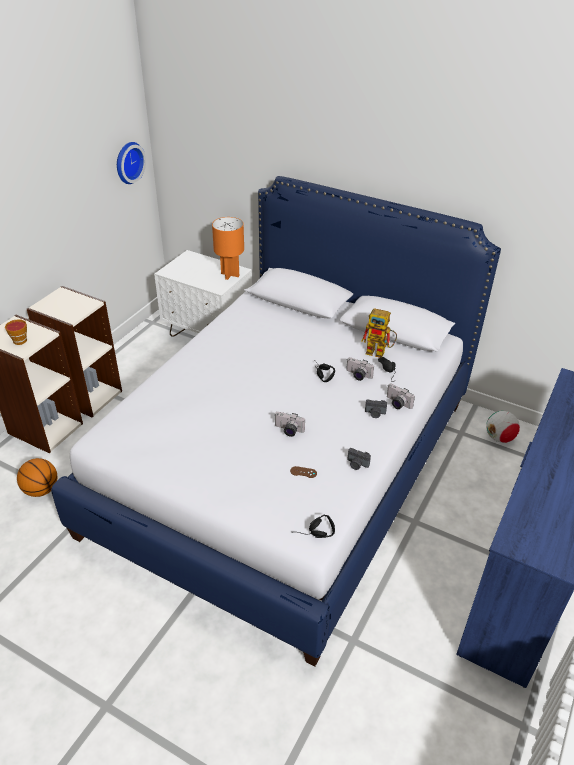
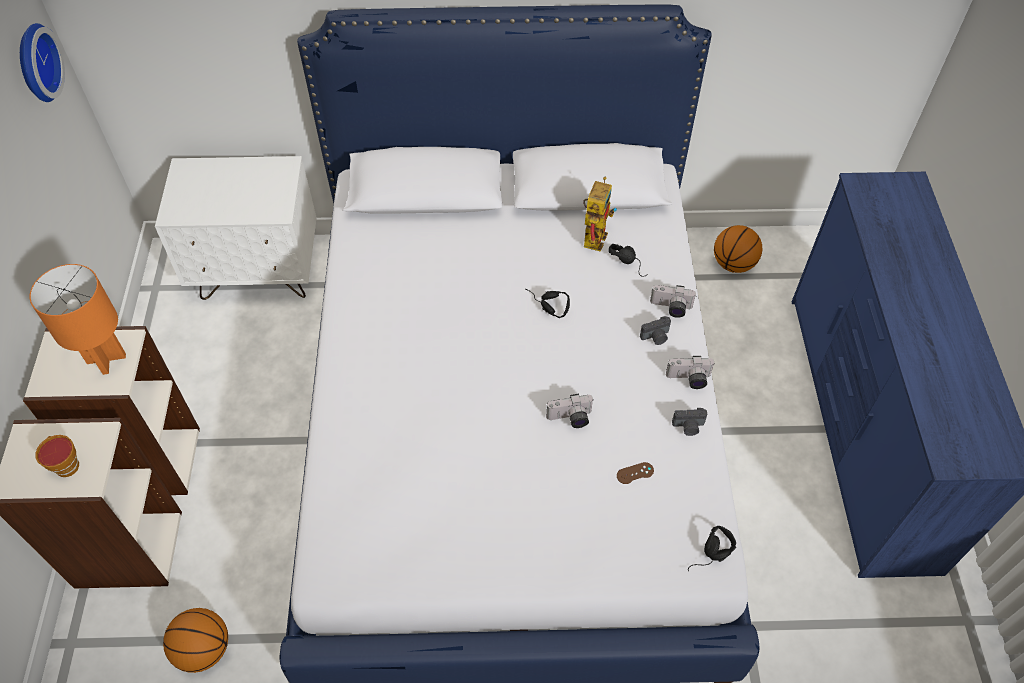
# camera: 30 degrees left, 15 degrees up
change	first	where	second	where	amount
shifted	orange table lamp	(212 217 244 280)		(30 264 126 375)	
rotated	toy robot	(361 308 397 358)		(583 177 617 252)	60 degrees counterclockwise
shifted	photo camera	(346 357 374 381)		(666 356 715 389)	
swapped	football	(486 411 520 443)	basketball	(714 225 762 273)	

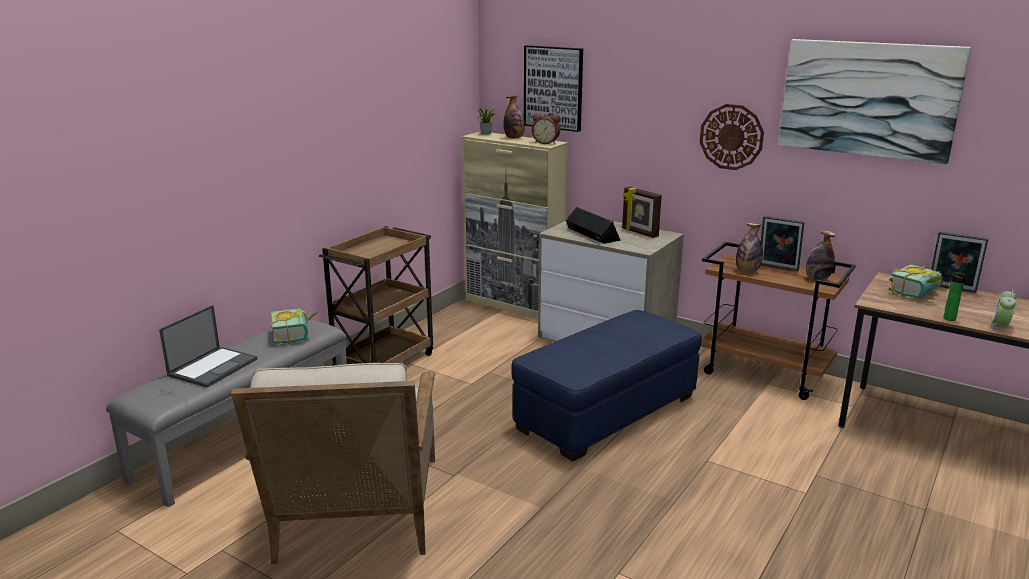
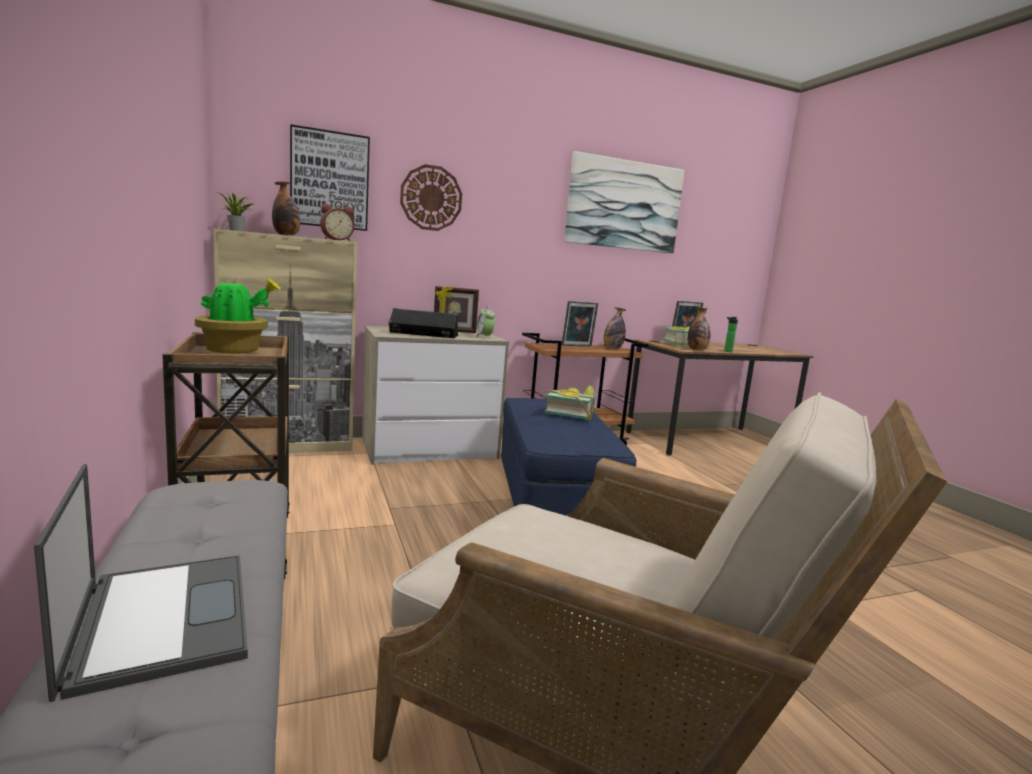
# camera: 55 degrees left, 10 degrees down
change	first	where	second	where	amount
shifted	wall clock	(700 104 764 170)		(400 164 462 231)	
shifted	bottle	(736 223 763 273)		(688 308 710 350)	
shifted	alarm clock	(991 289 1017 330)		(476 306 495 339)	
shifted	book	(271 308 317 345)		(545 386 595 421)	
new			potted plant	(195 276 281 354)	

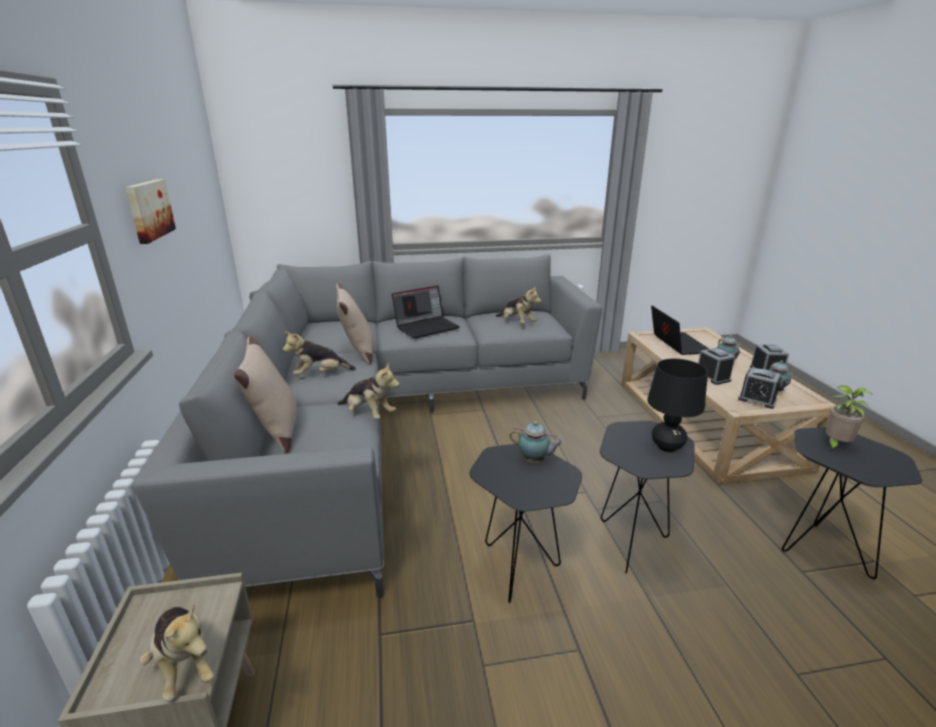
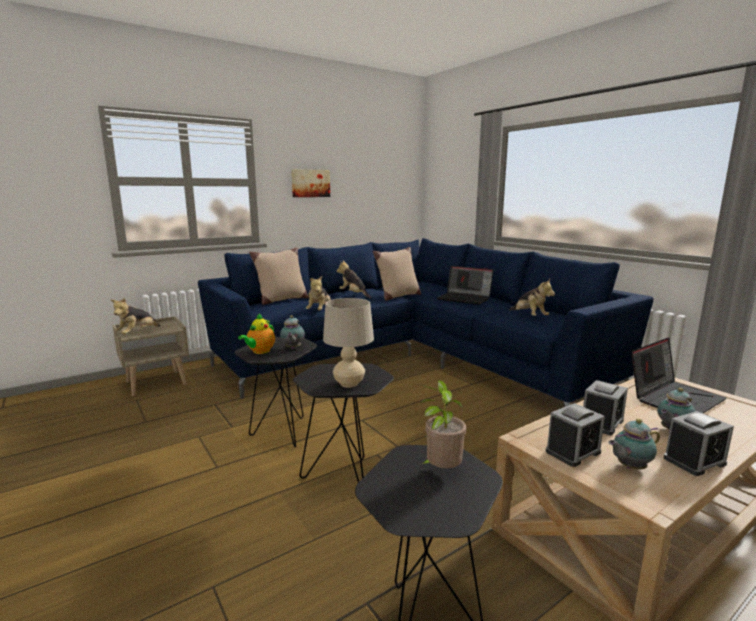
# camera: 65 degrees right, 10 degrees down
change	first	where	second	where	amount
repainted	grey sofa	(132 254 602 598)	blue sofa	(198 238 654 407)	
rotated	plush toy	(496 287 541 324)		(509 279 555 316)	45 degrees counterclockwise
repainted	black table lamp	(647 359 708 452)	beige table lamp	(323 298 374 388)	
rotated	alarm clock	(738 367 782 409)		(545 403 605 467)	135 degrees counterclockwise
new			teapot	(238 313 275 354)	

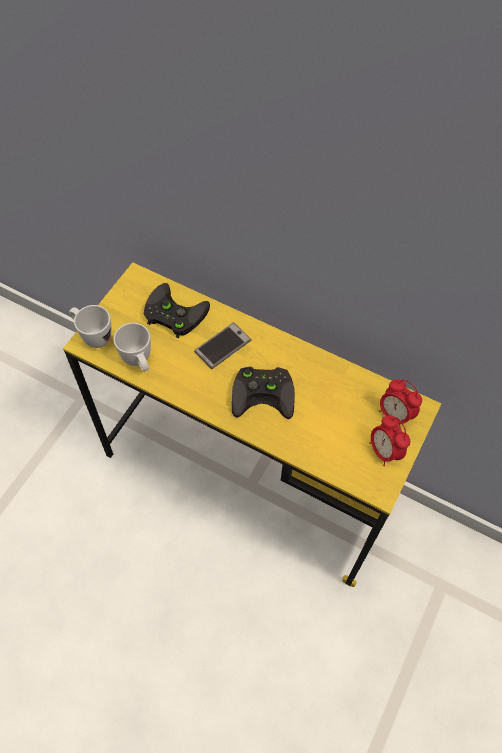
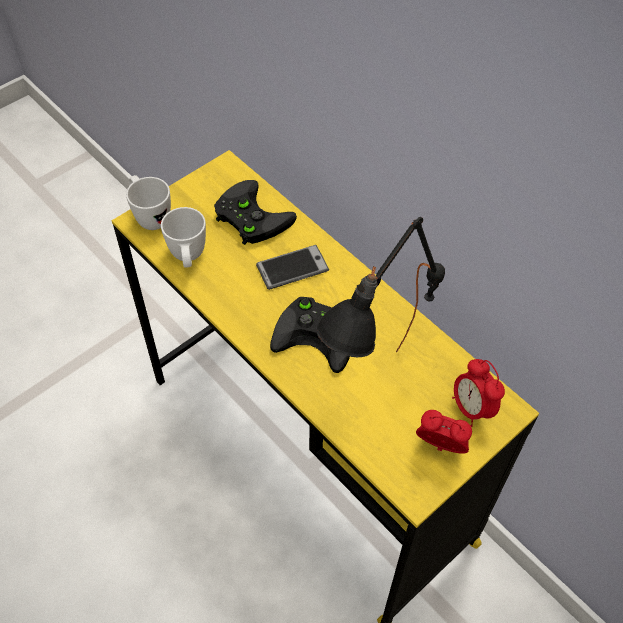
# camera: 20 degrees right, 5 degrees down
change	first	where	second	where	amount
rotated	alarm clock	(369 415 410 466)		(416 410 472 454)	120 degrees clockwise
new			black table lamp	(316 217 445 357)	

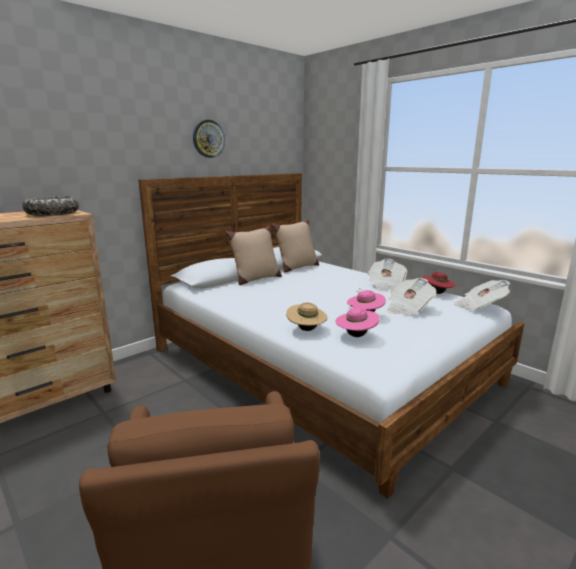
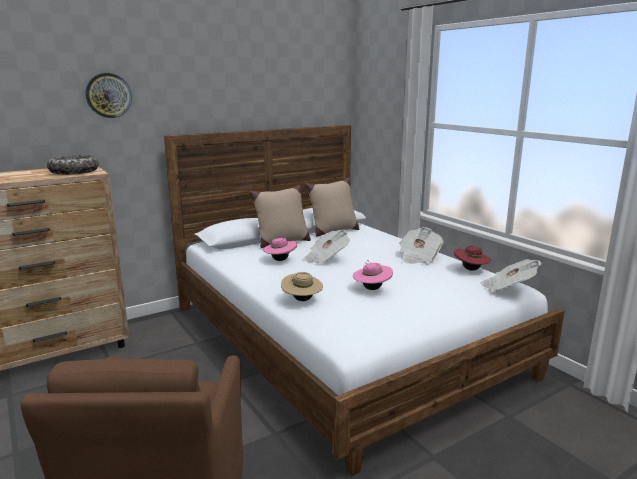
# camera: 10 degrees right, 0 degrees up
change	first	where	second	where	amount
shifted	wall clock	(193 120 225 158)		(85 73 132 118)	
shifted	newspaper	(387 278 437 315)		(303 230 350 263)	
shifted	pink hat	(335 305 379 337)		(263 236 297 261)	

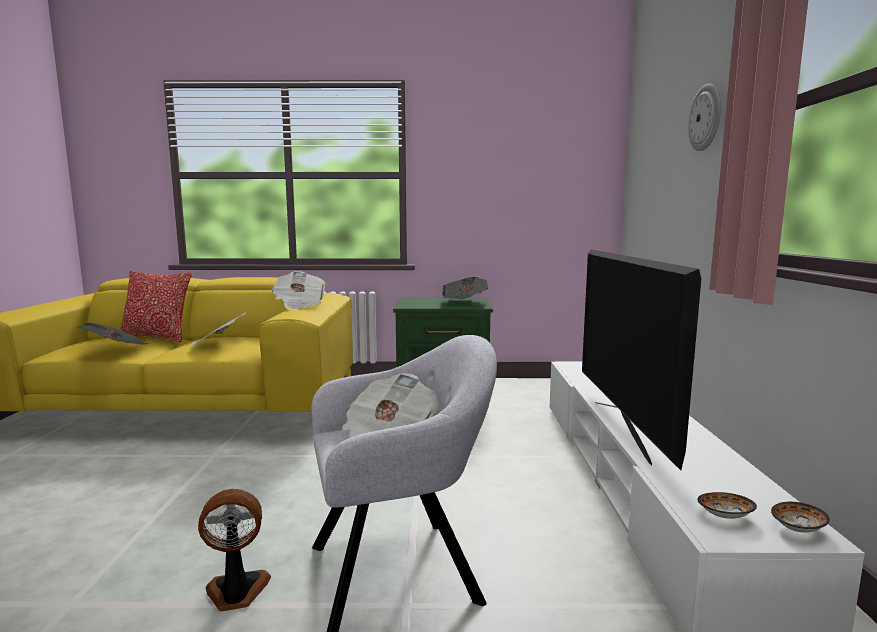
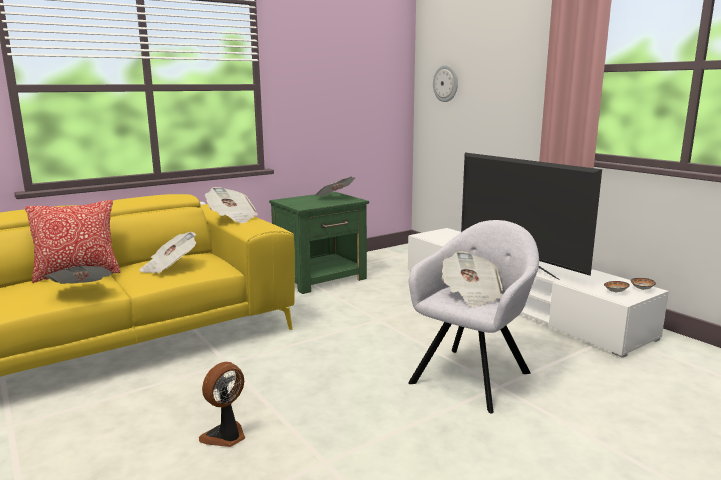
# camera: 35 degrees left, 5 degrees up
change	first	where	second	where	amount
shifted	wall clock	(688 83 721 151)		(433 65 458 102)	
shifted	fan	(198 489 271 612)		(199 362 245 447)	

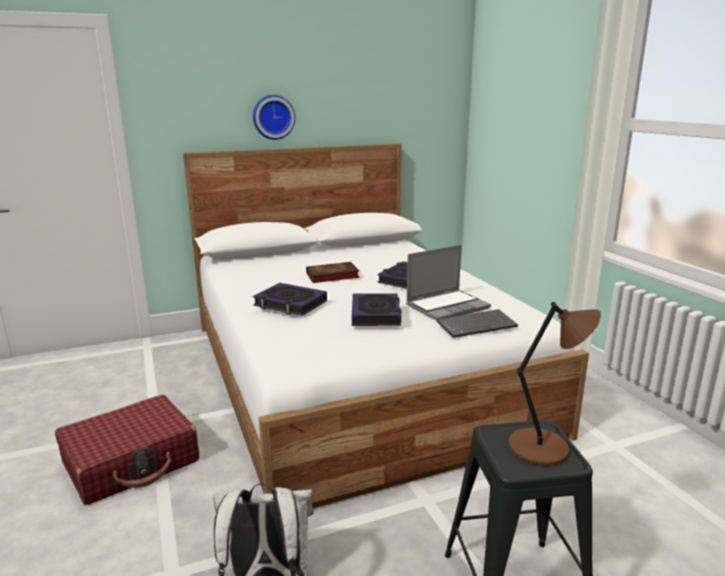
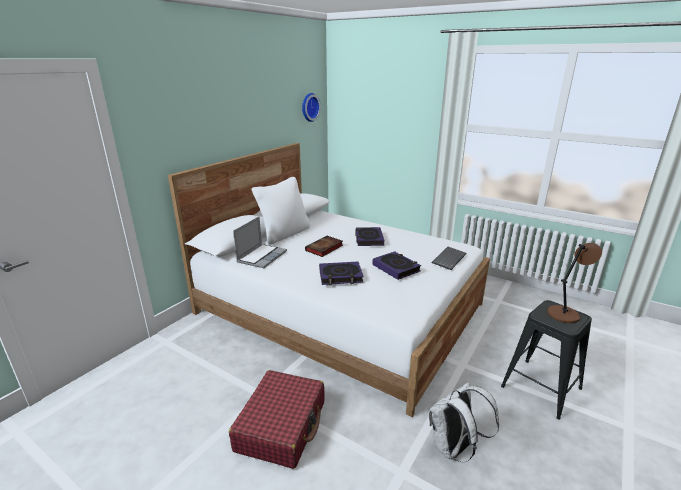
# camera: 35 degrees left, 5 degrees up
change	first	where	second	where	amount
shifted	wall clock	(253 95 295 140)		(302 93 321 122)	
shifted	laptop	(406 245 491 320)		(233 217 287 268)	
new			white pillow	(251 177 310 245)	

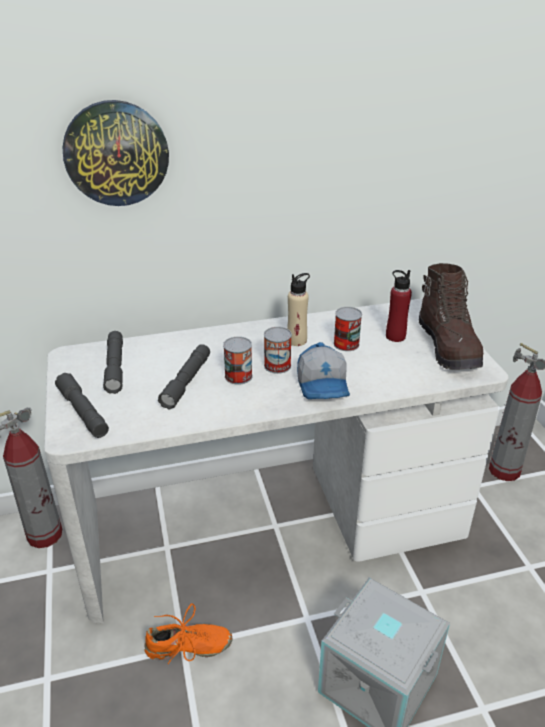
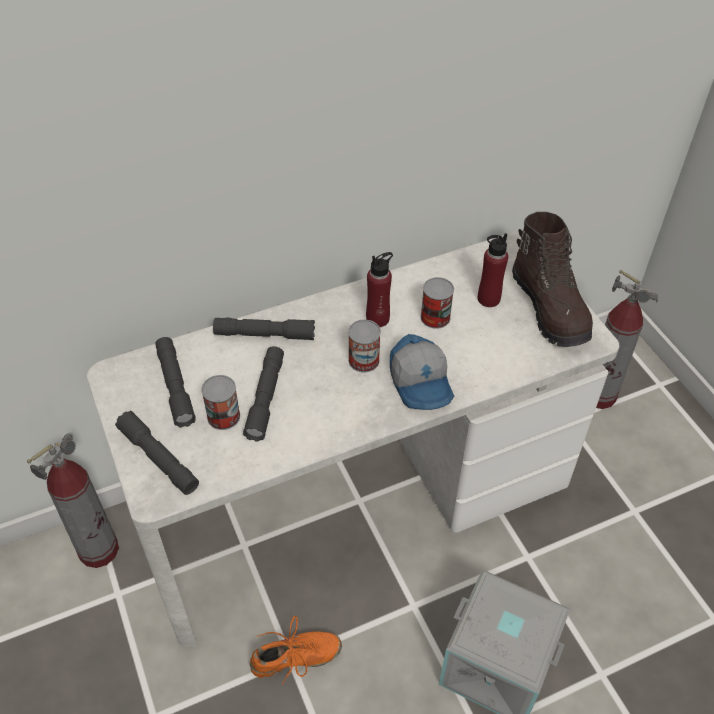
# camera: 10 degrees left, 15 degrees up
change	first	where	second	where	amount
gone	wall clock	(63 100 169 206)			
repainted	beige bottle	(287 273 310 346)	red bottle	(366 252 393 327)	
shifted	can	(223 336 253 385)		(201 375 240 430)	
new			grey flashlight	(213 317 315 340)	

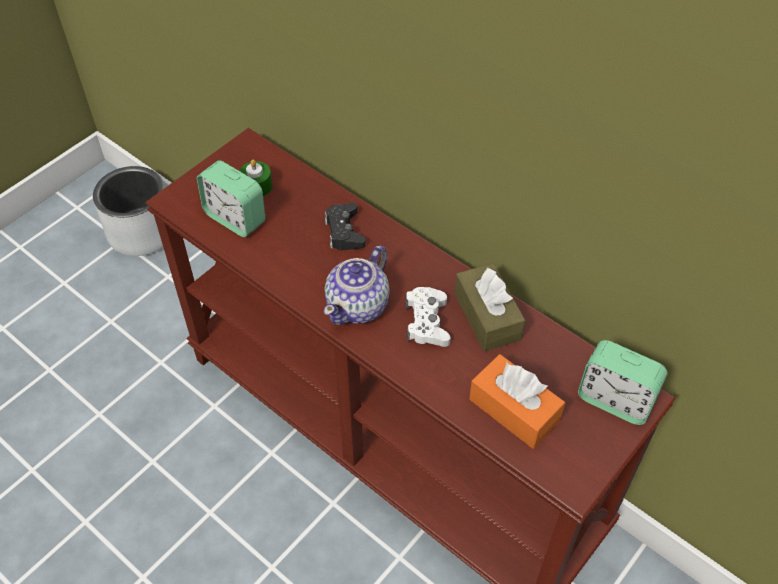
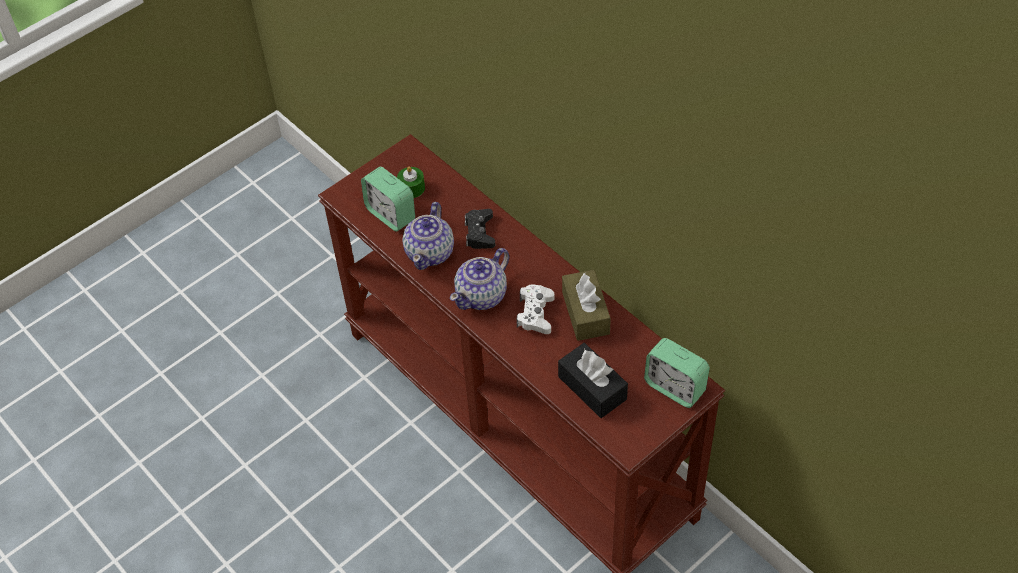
# camera: 10 degrees right, 0 degrees up
change	first	where	second	where	amount
gone	grey planter	(93 166 165 256)			
repainted	orange tissue box	(469 354 565 449)	black tissue box	(558 343 628 418)	
new			teapot	(402 202 454 270)	

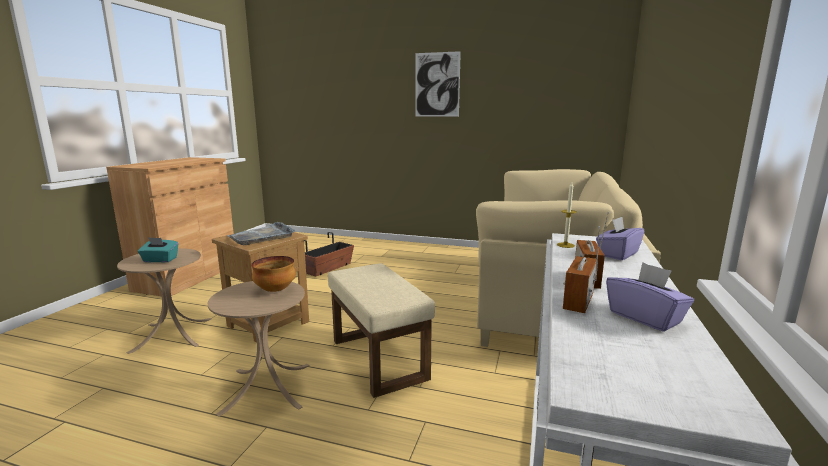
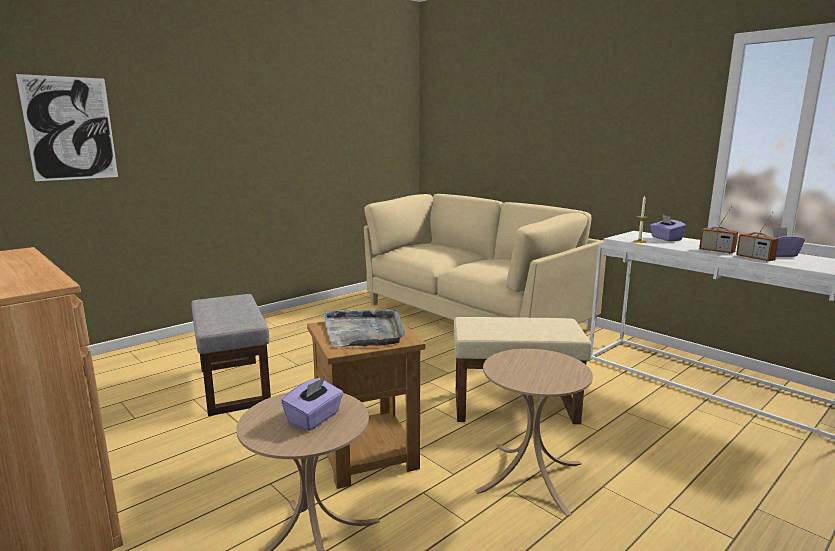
# camera: 60 degrees left, 0 degrees up
change	first	where	second	where	amount
shifted	picture	(415 51 461 116)		(16 74 118 181)	
swapped	planter	(304 232 354 276)	grey ottoman	(191 294 271 416)	
repainted	turquoise tissue box	(138 237 178 262)	purple tissue box	(281 376 343 431)	
gone	bowl	(251 256 296 292)			

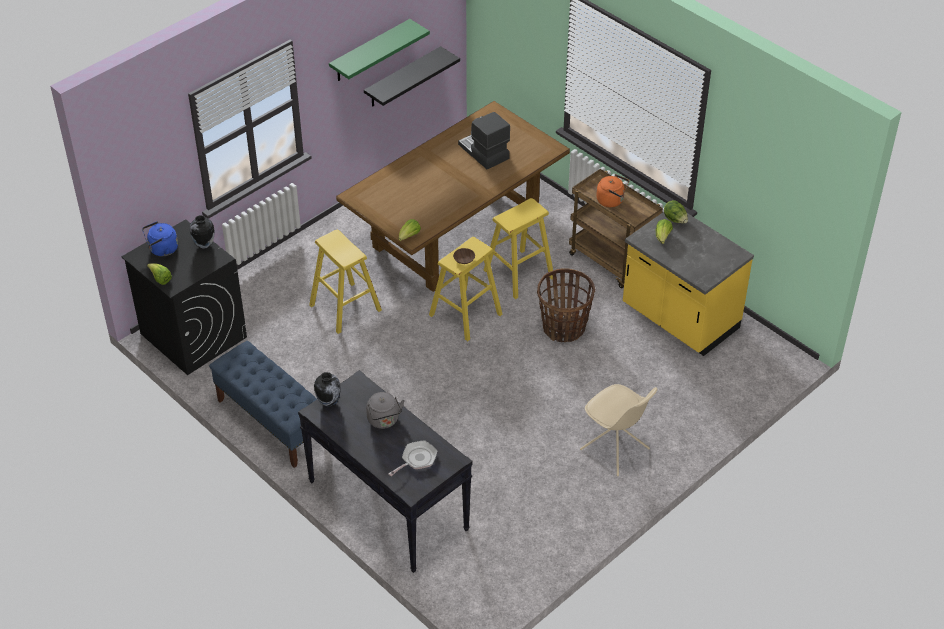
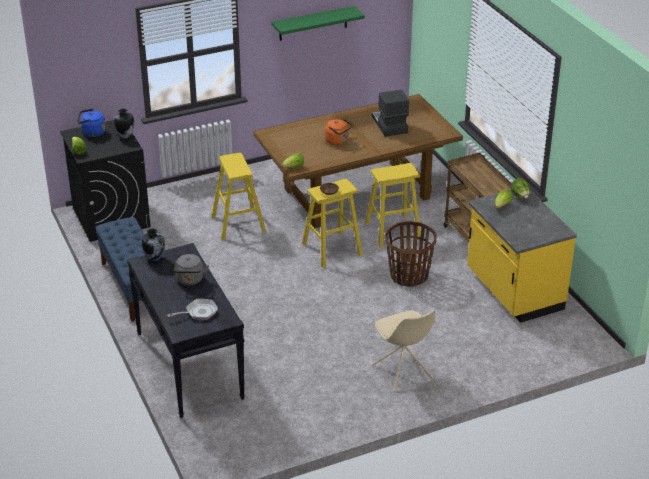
# camera: 20 degrees right, 10 degrees down
change	first	where	second	where	amount
gone	black shelf	(364 46 460 107)			
shifted	orange kettle	(596 174 629 207)		(325 119 353 145)	

